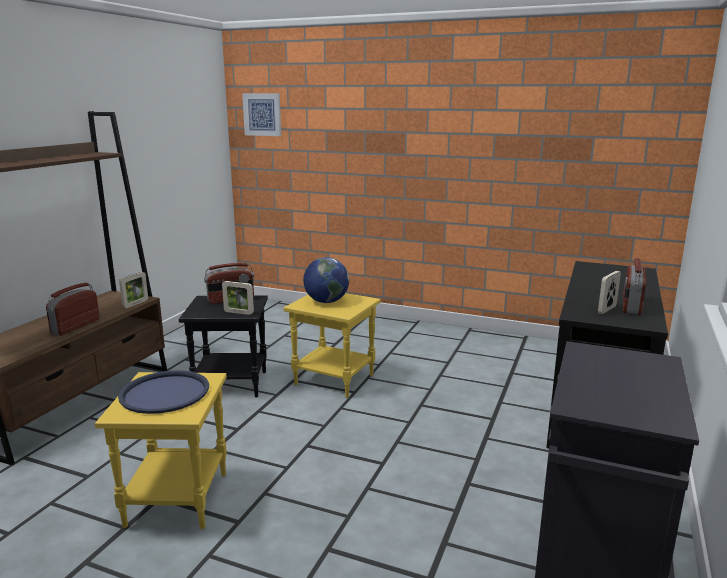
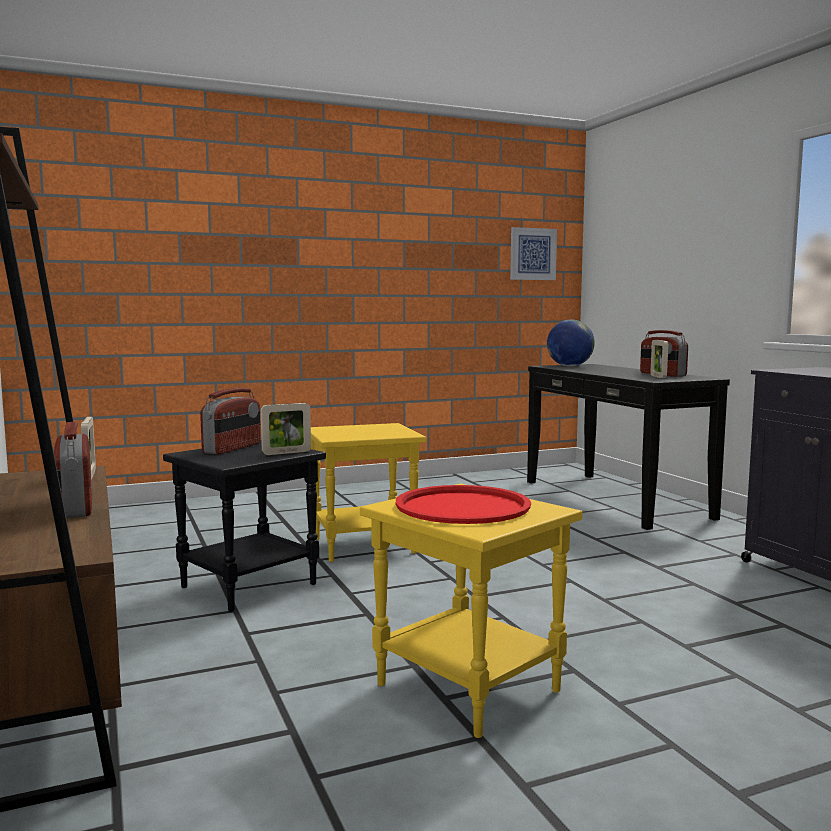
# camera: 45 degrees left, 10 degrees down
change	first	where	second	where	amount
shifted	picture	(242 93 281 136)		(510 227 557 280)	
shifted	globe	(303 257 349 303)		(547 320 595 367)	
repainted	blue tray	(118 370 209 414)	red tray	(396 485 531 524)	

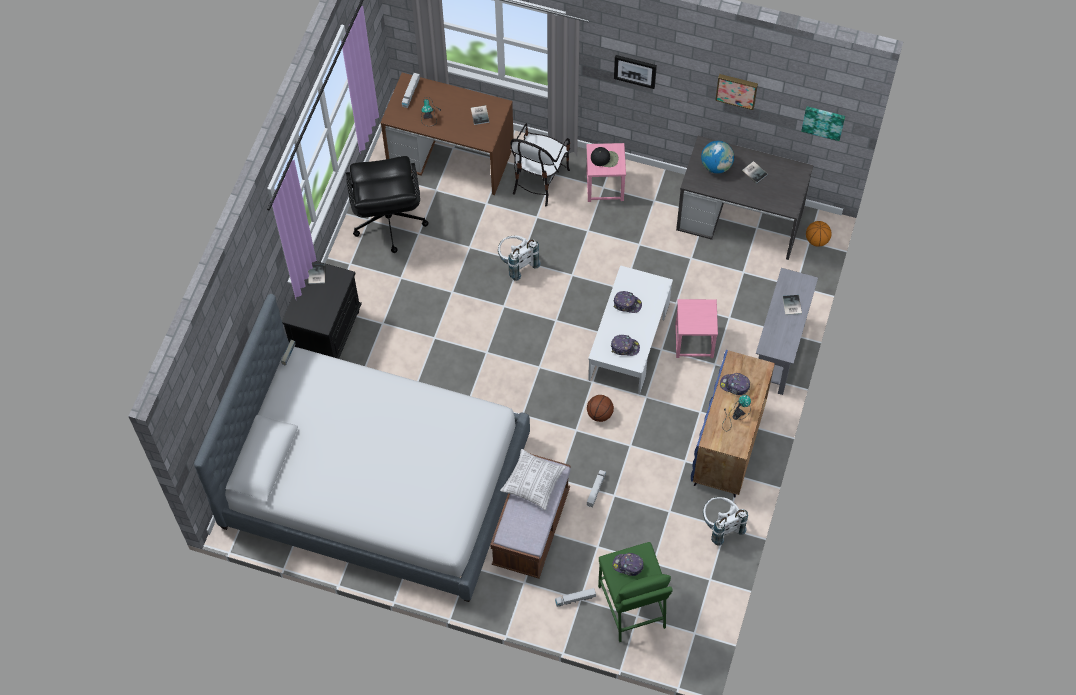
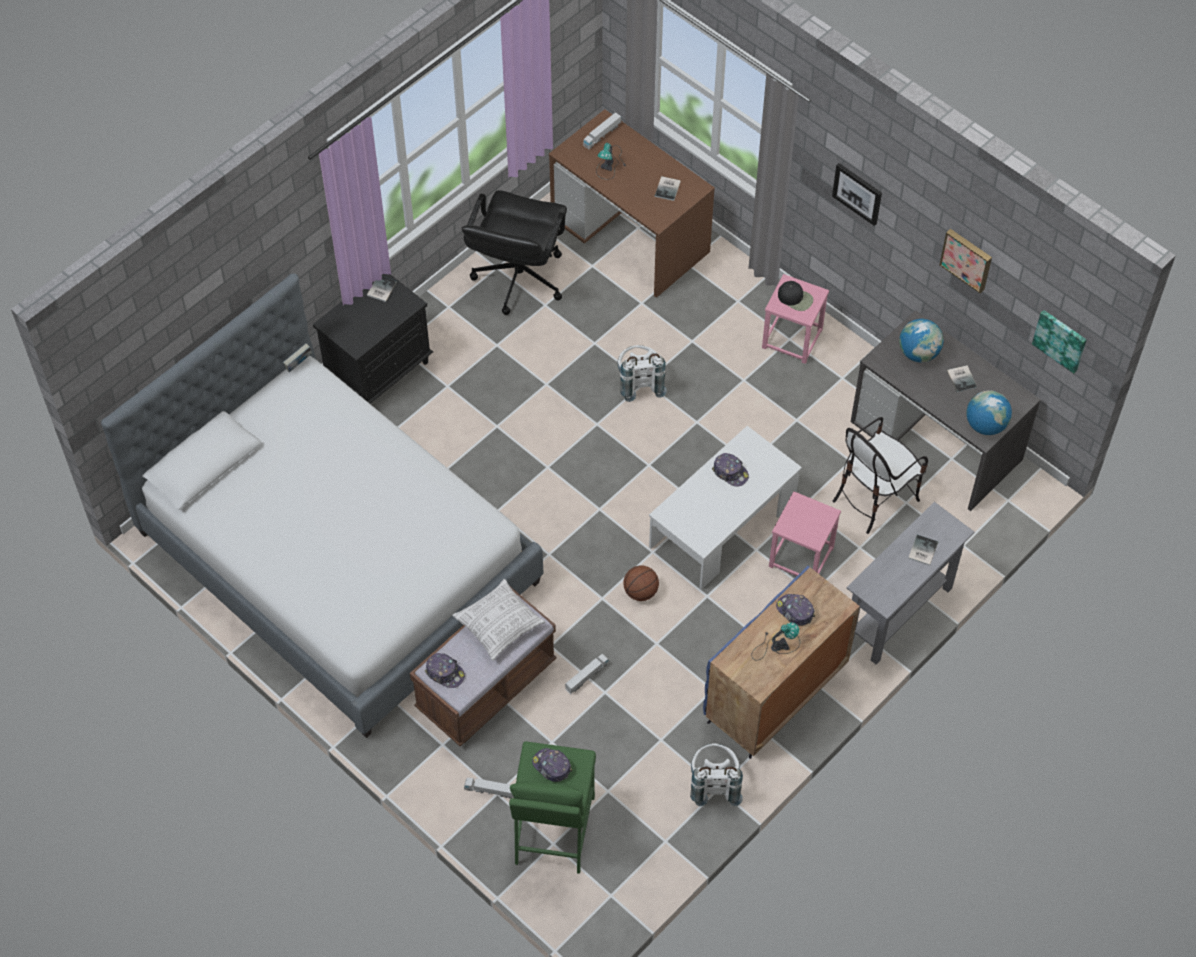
# camera: 25 degrees right, 5 degrees down
change	first	where	second	where	amount
shifted	chair	(510 123 570 206)		(833 417 928 534)	
gone	basketball	(806 221 832 247)			
shifted	cap	(611 335 640 356)		(425 653 465 688)	
new			globe	(966 390 1012 435)	

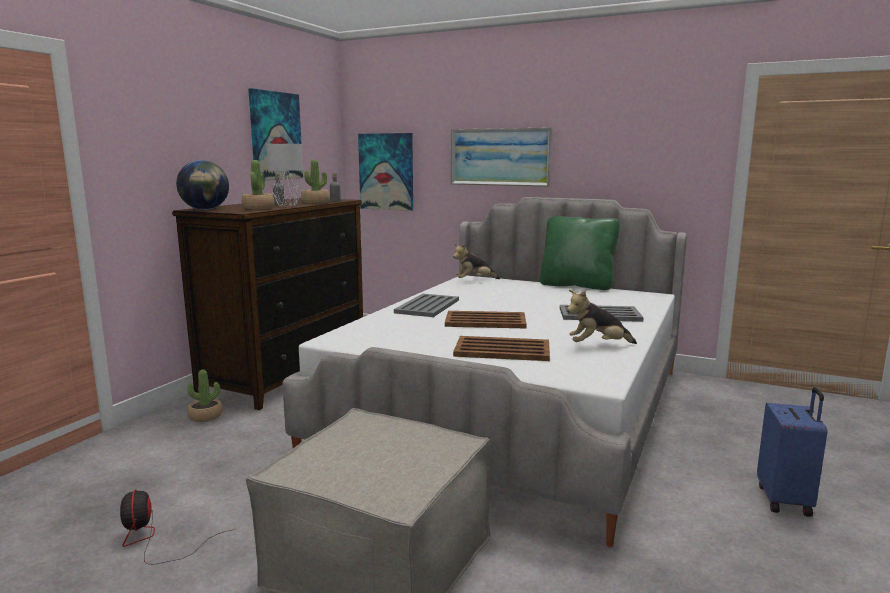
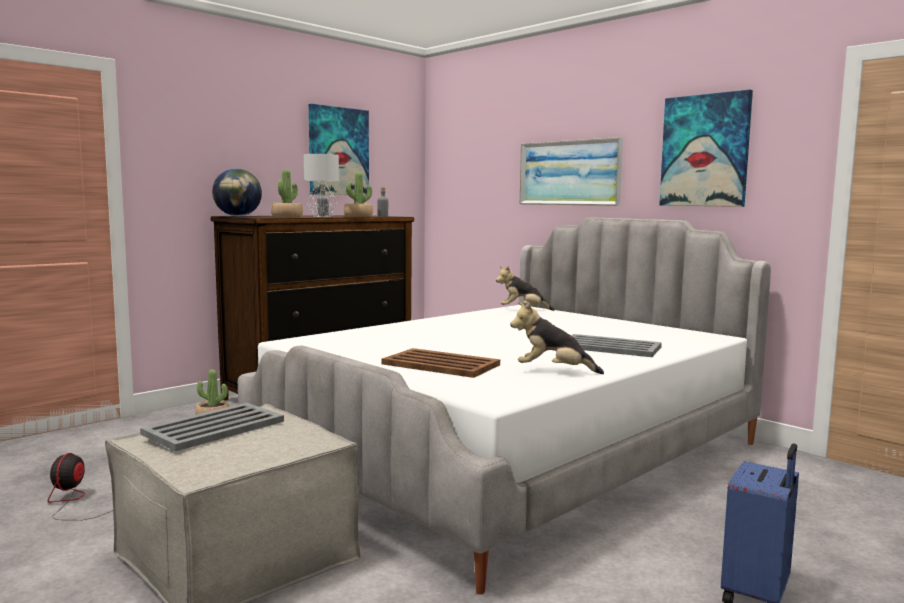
# camera: 20 degrees right, 5 degrees down
change	first	where	second	where	amount
shifted	picture	(358 133 413 211)		(659 90 753 207)	
gone	green pillow	(540 216 620 290)			
shifted	grey tray	(394 294 459 317)		(140 403 284 451)	
gone	brown tray	(445 311 527 328)			

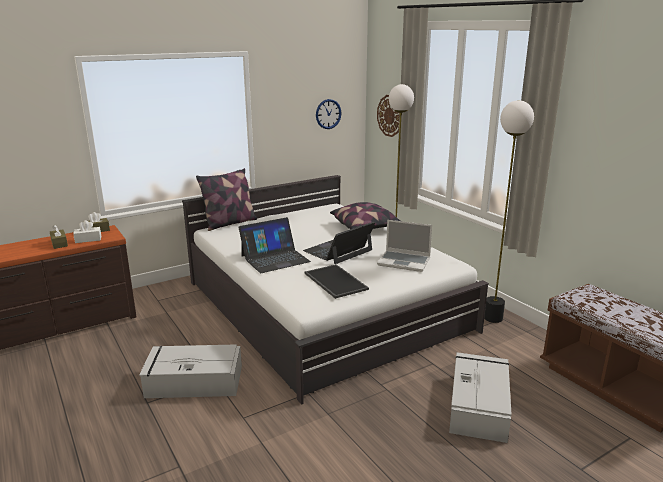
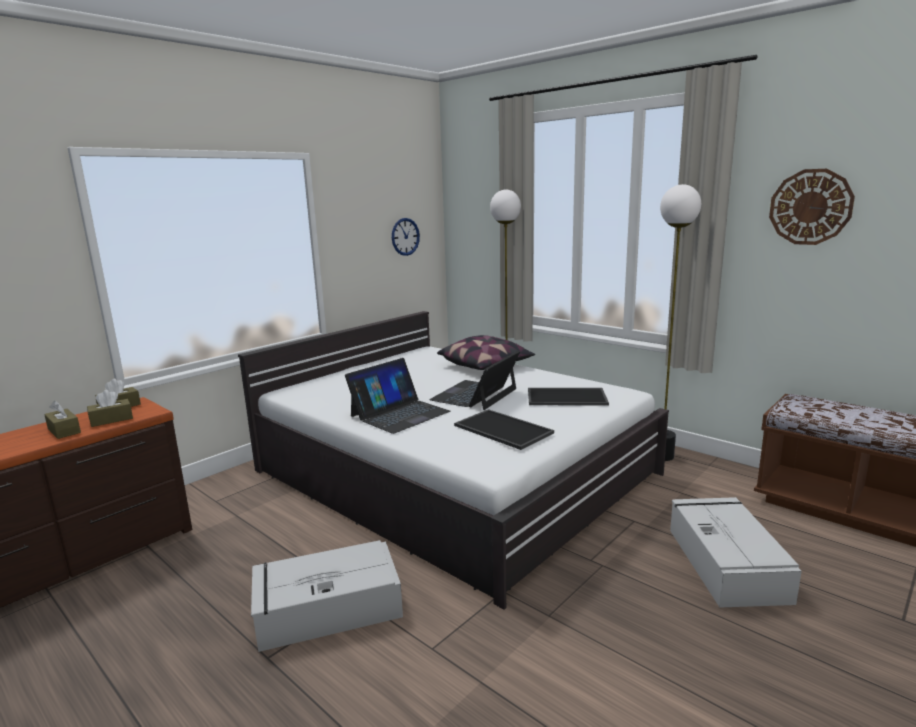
# camera: 15 degrees left, 5 degrees down
change	first	where	second	where	amount
shifted	wall clock	(377 95 399 137)		(769 169 855 245)	
gone	pillow	(196 168 257 231)			
repainted	white tissue box	(73 220 101 243)	brown tissue box	(87 390 133 427)	
swapped	laptop	(377 220 432 272)	tray	(528 388 609 406)	

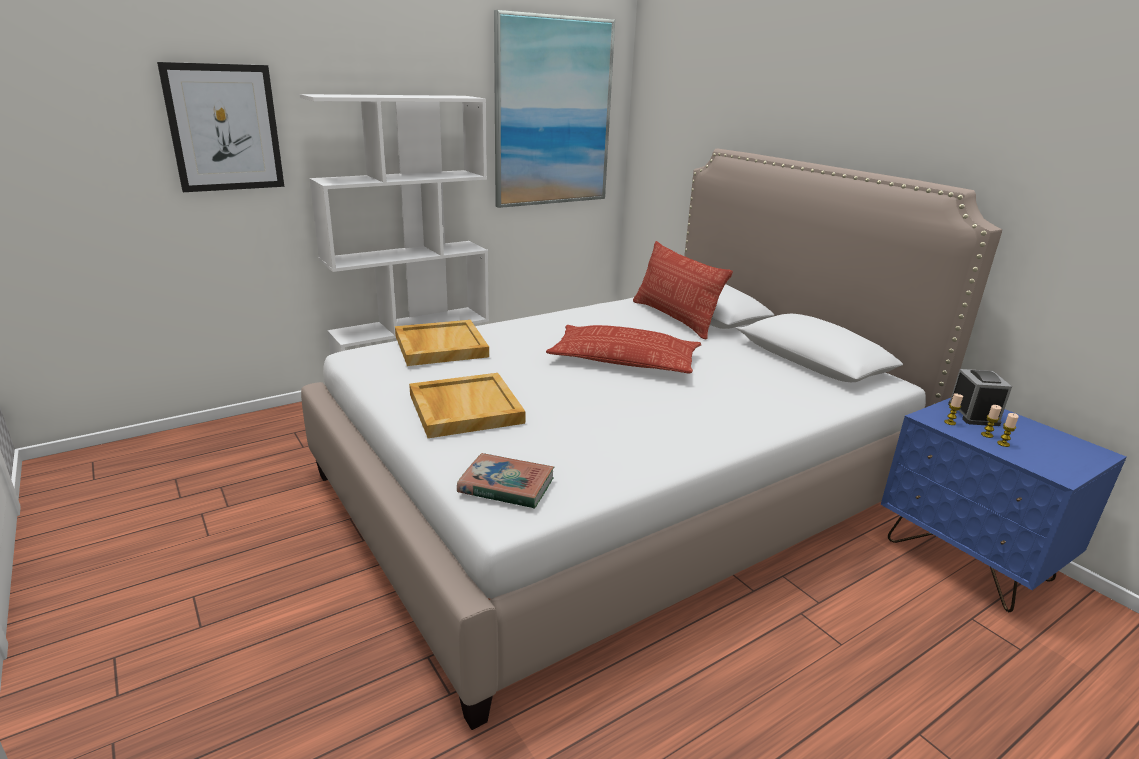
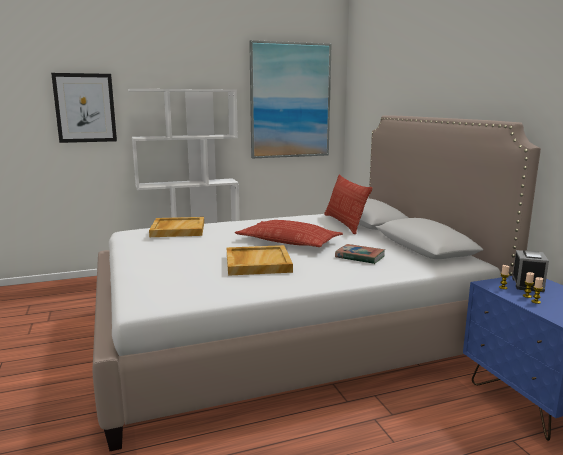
# camera: 15 degrees right, 10 degrees down
change	first	where	second	where	amount
shifted	beige tray	(409 373 525 438)		(227 245 293 276)	
shifted	book	(457 453 554 509)		(335 244 385 264)	

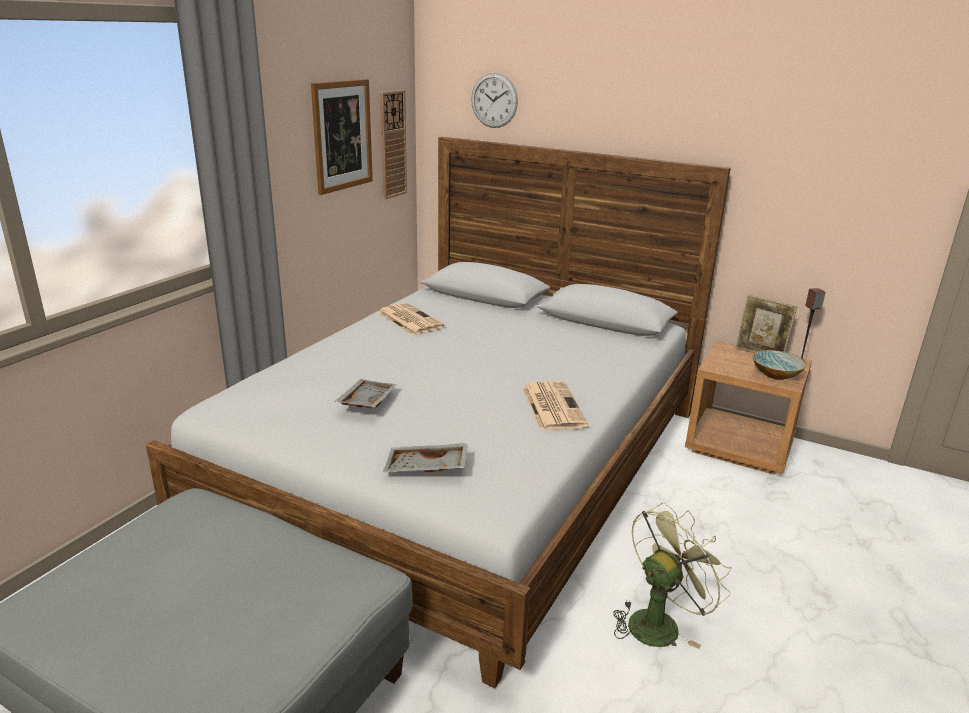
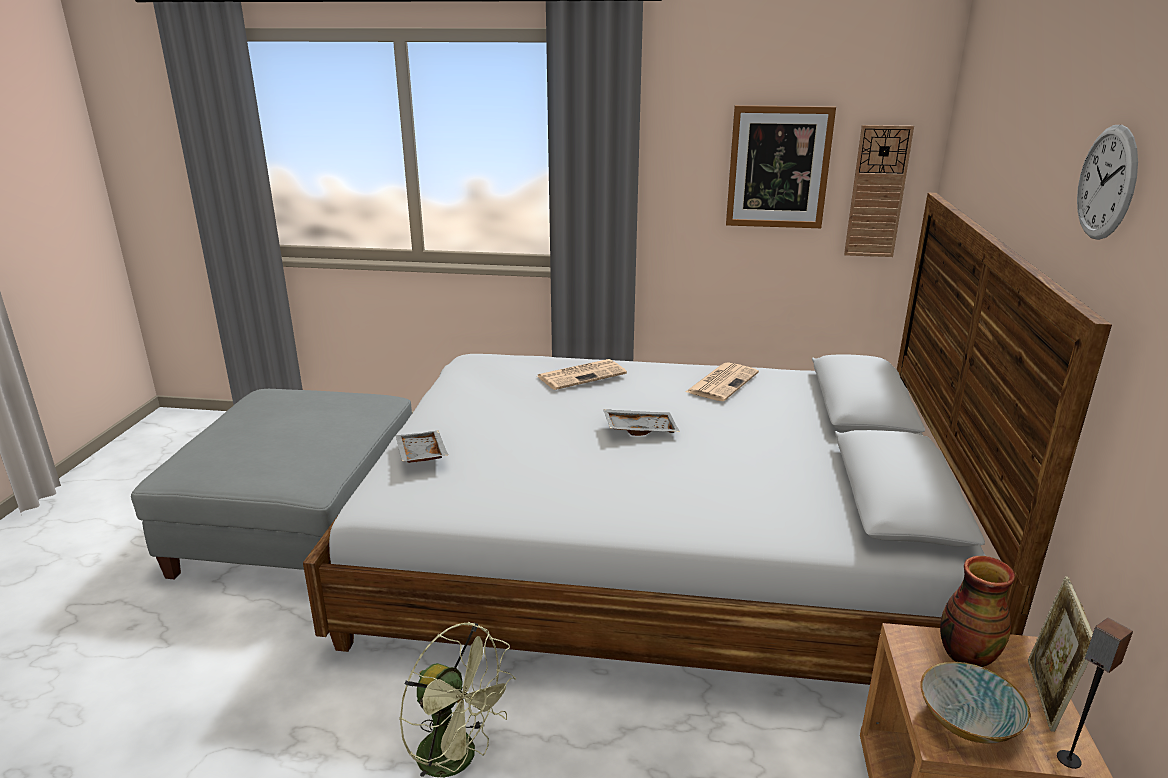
# camera: 70 degrees right, 0 degrees up
change	first	where	second	where	amount
shifted	wall clock	(471 73 518 128)		(1077 125 1138 240)	
shifted	grey tray	(334 379 397 408)		(603 409 680 436)	
shifted	newspaper	(522 381 588 430)		(537 359 627 390)	
new			vase	(940 556 1015 667)	

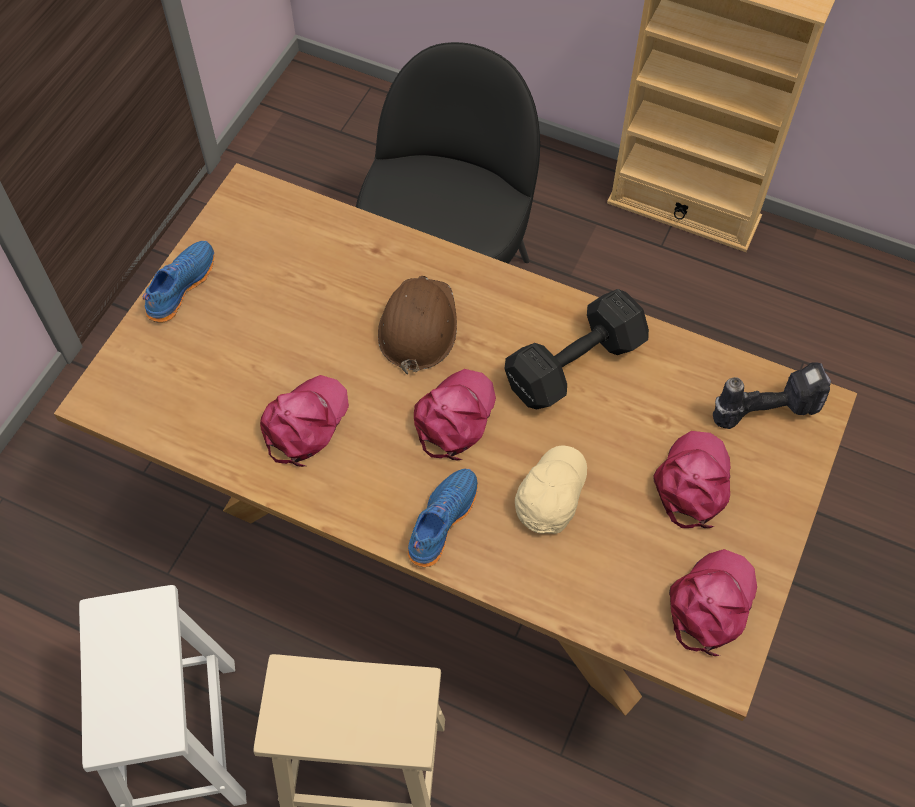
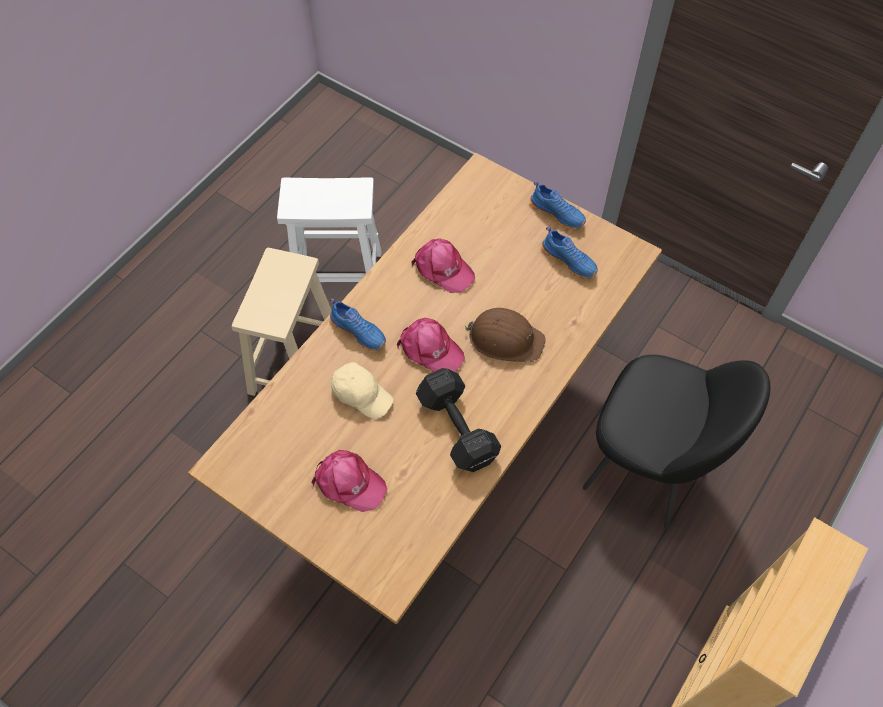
# camera: 100 degrees right, 0 degrees up
change	first	where	second	where	amount
gone	power drill	(713 362 831 429)			
gone	pink cap	(669 549 757 656)			
new			blue shoe	(541 226 598 279)	

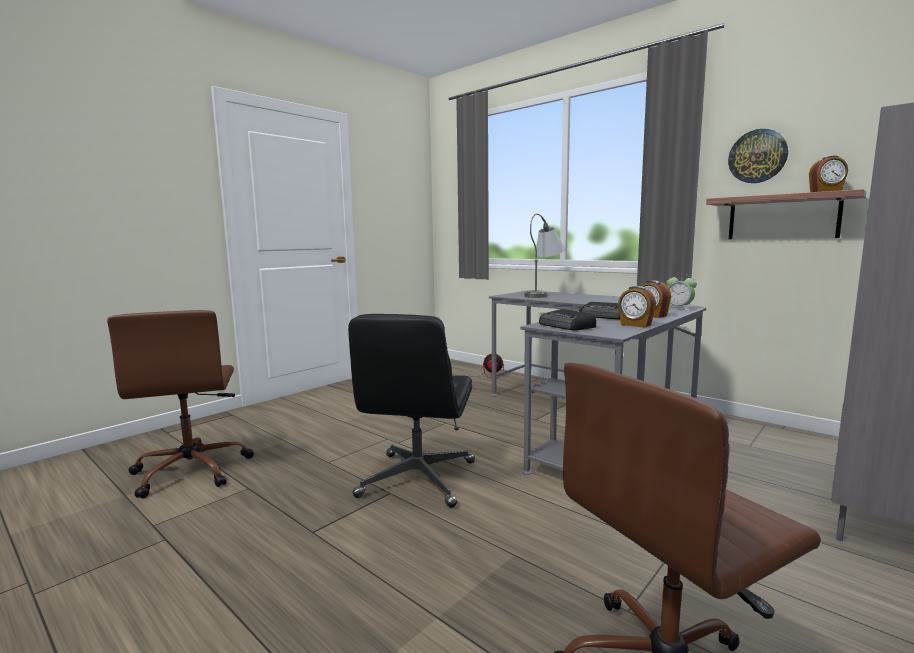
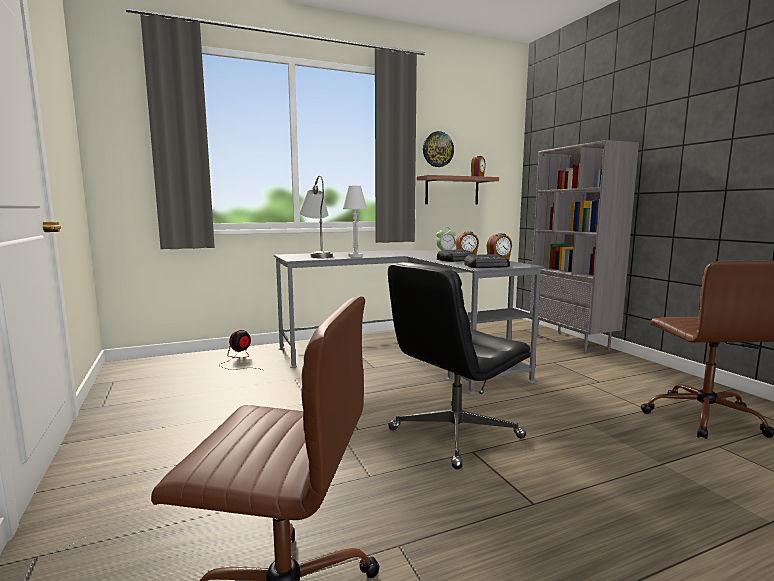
# camera: 65 degrees left, 0 degrees up
change	first	where	second	where	amount
rotated	black office chair	(348 314 475 508)		(388 262 531 470)	105 degrees clockwise
new			white table lamp	(343 186 367 257)	

